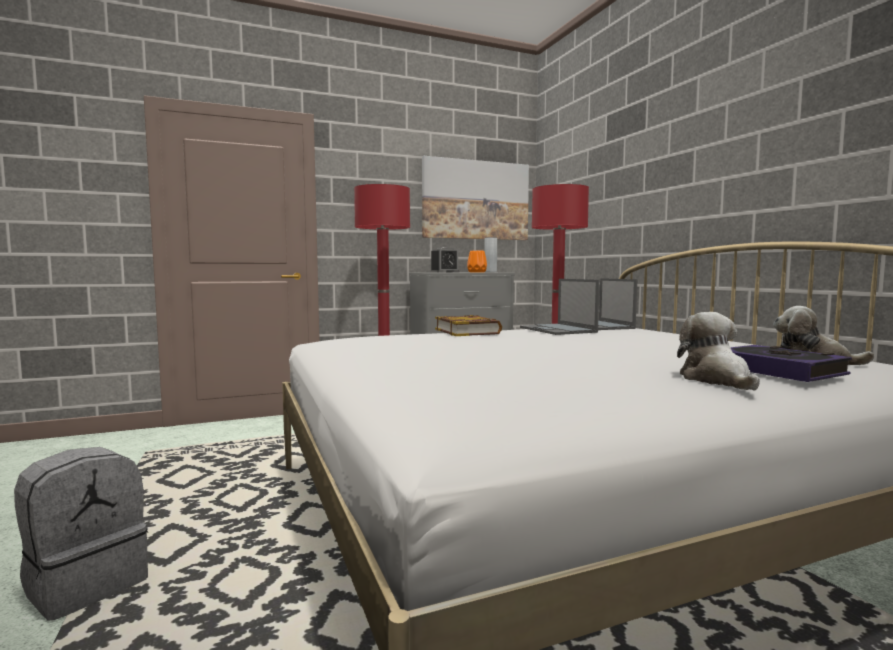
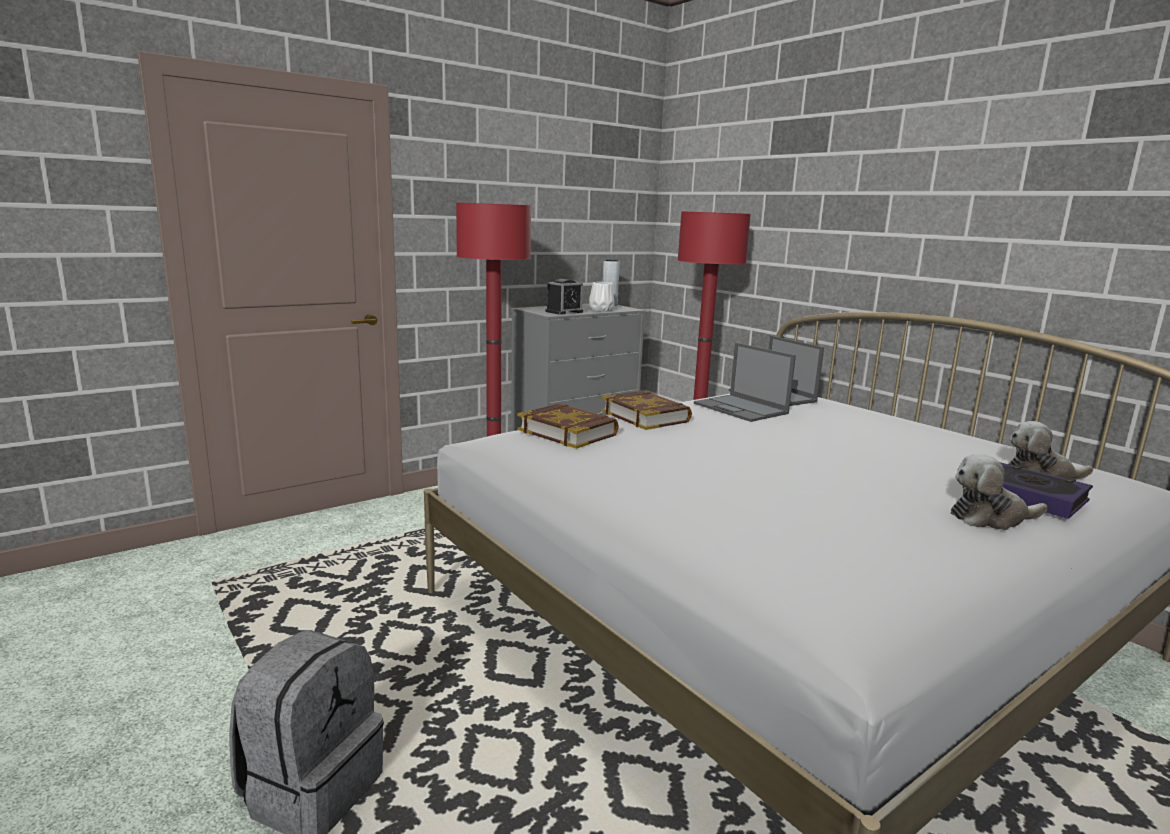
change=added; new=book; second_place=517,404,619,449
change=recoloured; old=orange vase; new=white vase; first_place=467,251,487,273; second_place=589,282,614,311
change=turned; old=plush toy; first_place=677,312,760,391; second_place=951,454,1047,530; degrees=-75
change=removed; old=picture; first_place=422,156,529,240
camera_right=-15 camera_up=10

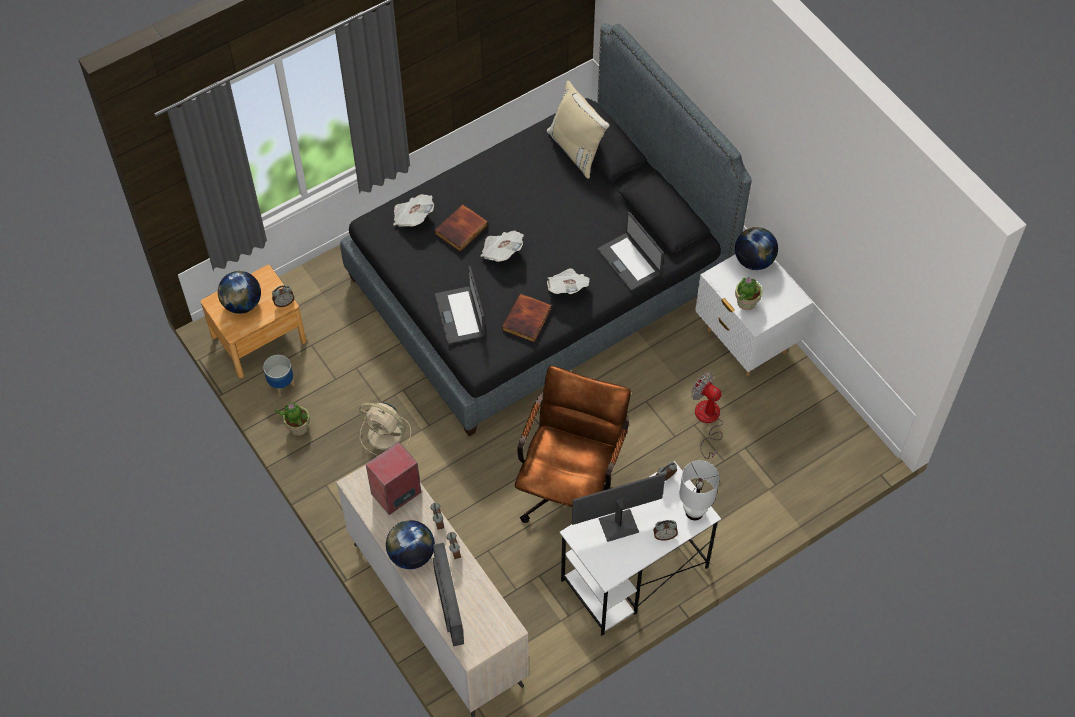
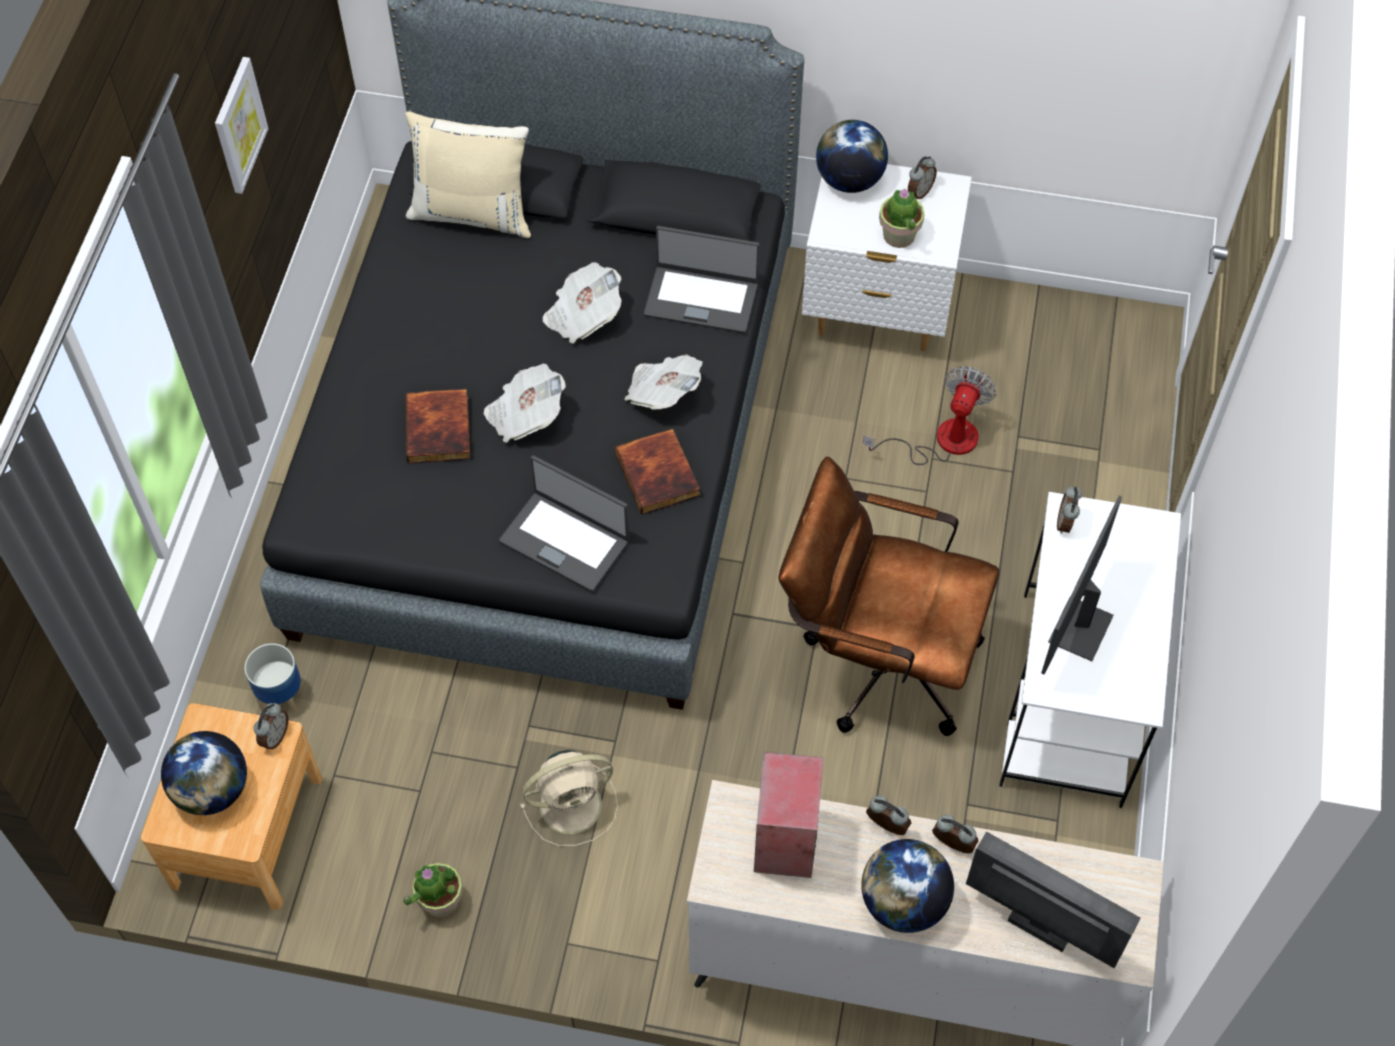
change=added; new=picture; second_place=215,57,268,194
change=moved; old=planter; first_place=263,355,295,397; second_place=244,643,301,713
change=moved; old=newspaper; first_place=393,194,434,227; second_place=543,262,622,344
change=turned; old=brown office chair; first_place=515,366,631,523; second_place=778,457,999,736; degrees=-45
change=turned; old=fan; first_place=691,372,723,459; second_place=863,366,996,465; degrees=120
change=moved; old=alarm clock; first_place=653,520,678,541; second_place=908,156,937,199
change=removed; old=white table lamp; first_place=679,460,719,520
camera_right=-45 camera_up=0

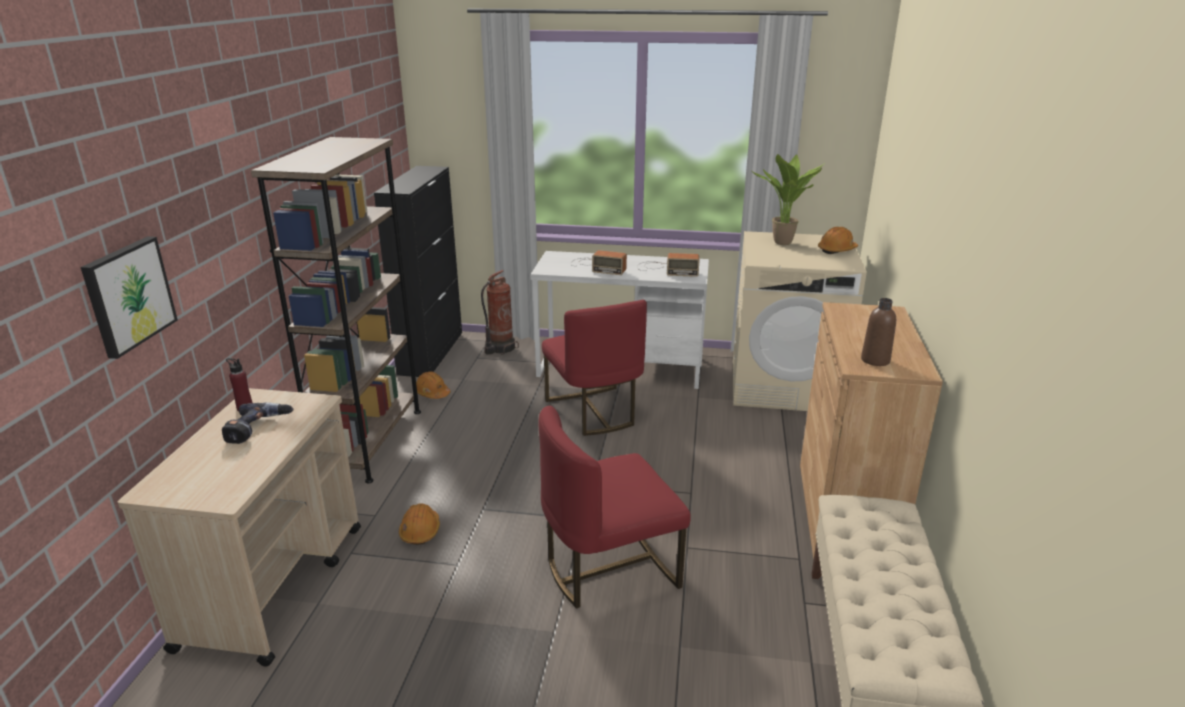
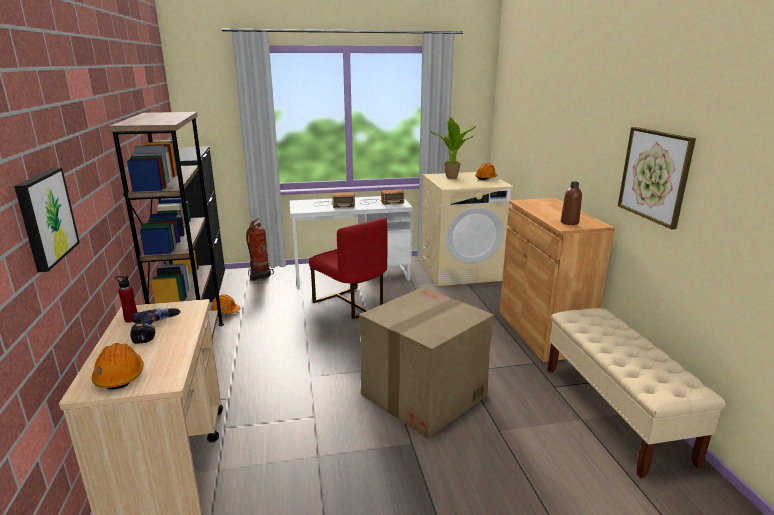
change=moved; old=orange hard hat; first_place=399,503,440,545; second_place=92,343,144,390
change=replaced; old=red chair; new=cardboard box; first_place=539,406,691,609; second_place=359,287,494,438
change=added; new=picture; second_place=618,127,696,229
camera_right=-20 camera_up=-5

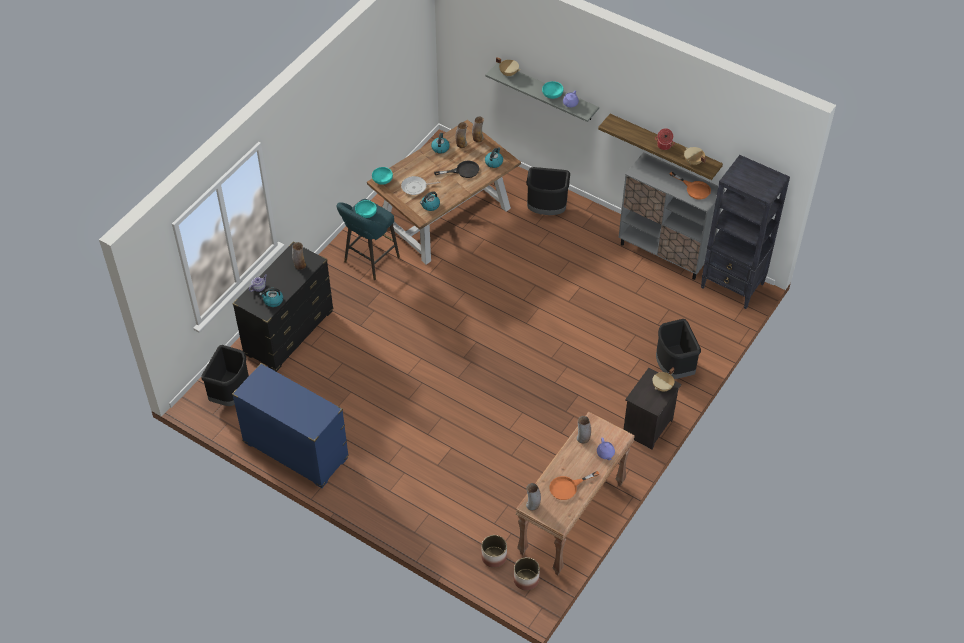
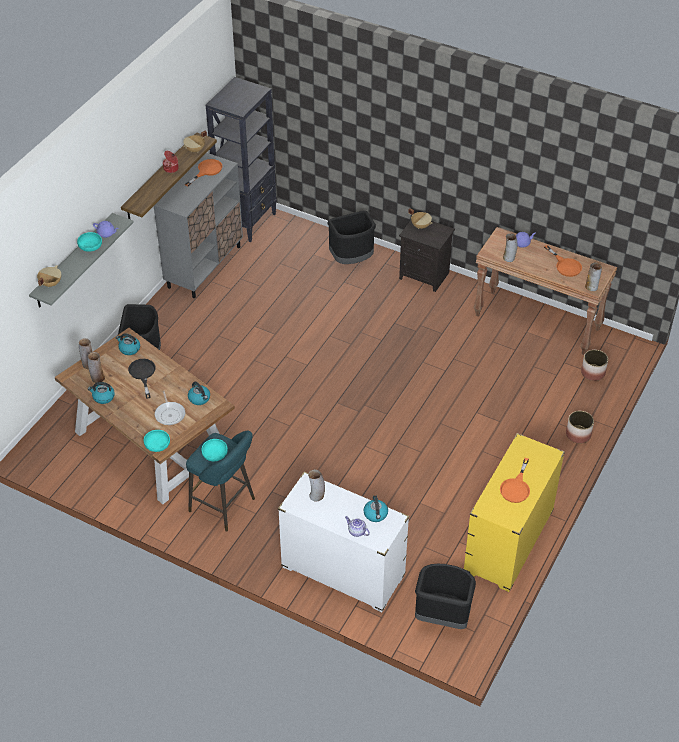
change=recoloured; old=black dresser; new=white dresser; first_place=232,242,334,372; second_place=278,472,409,612
change=recoloured; old=blue dresser; new=yellow dresser; first_place=232,363,349,488; second_place=463,433,565,592
change=added; new=orange frying pan; second_place=500,458,530,503
change=moved; old=planter; first_place=513,557,540,590; second_place=566,411,594,444
camera_right=-95 camera_up=-5

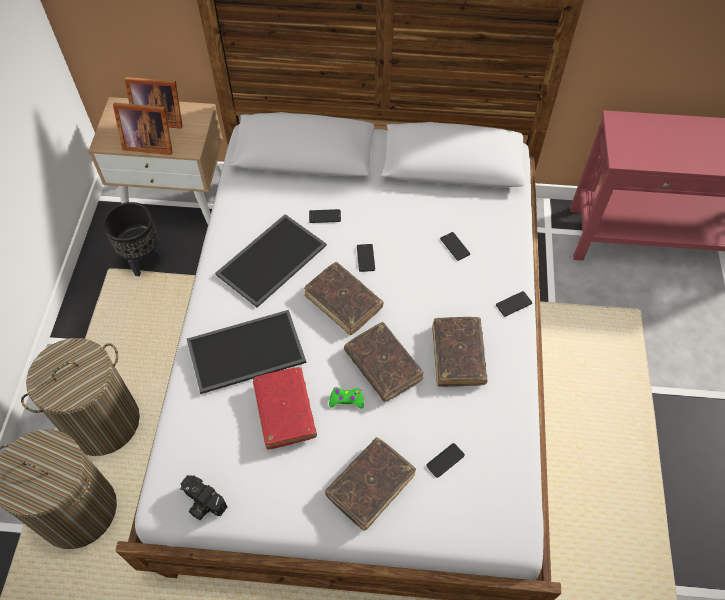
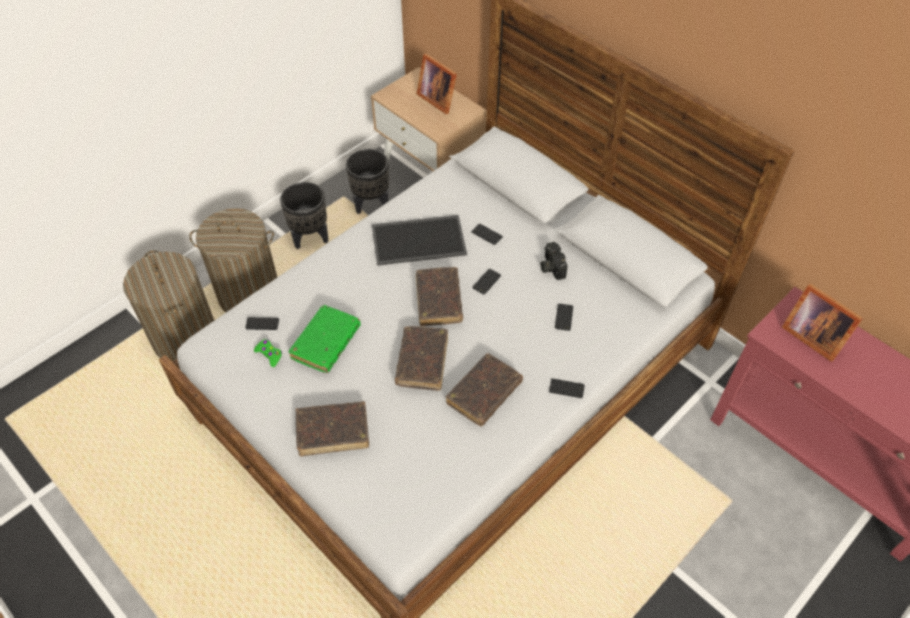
change=moved; old=phone; first_place=426,443,465,478; second_place=245,317,279,330
change=moved; old=green game controller; first_place=329,387,364,409; second_place=254,339,282,367
change=added; new=black planter; second_place=280,182,329,249
change=recoloured; old=red book; new=green book; first_place=253,367,317,450; second_place=289,305,361,373
change=moved; old=photo camera; first_place=180,475,227,520; second_place=540,242,568,280
change=moved; old=picture frame; first_place=113,103,173,155; second_place=782,283,863,362
change=removed; old=tray; first_place=187,310,306,394
camera_right=40 camera_up=-5

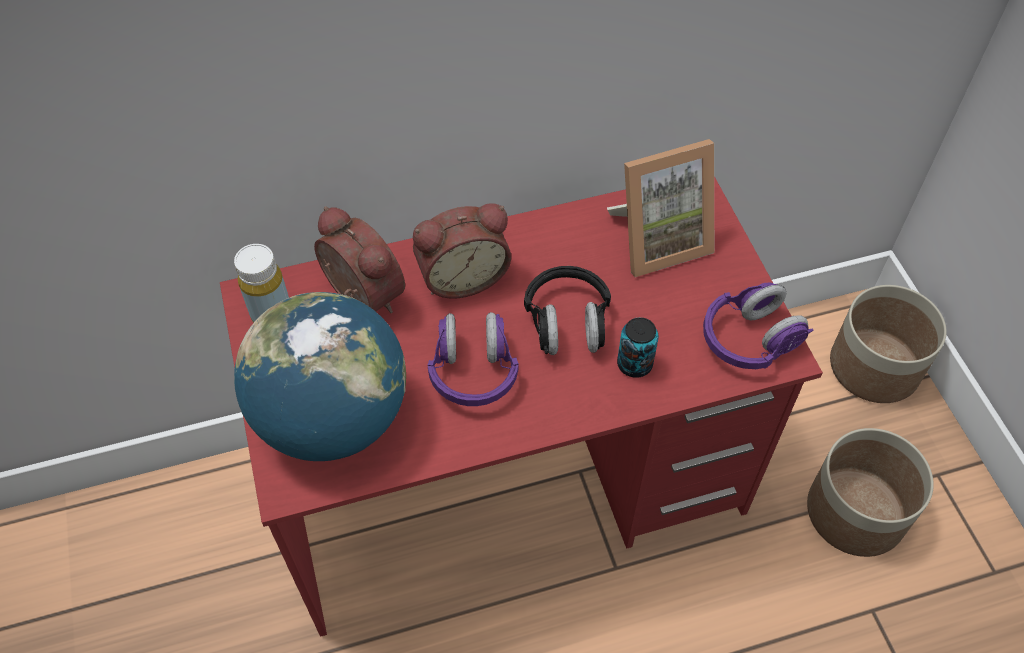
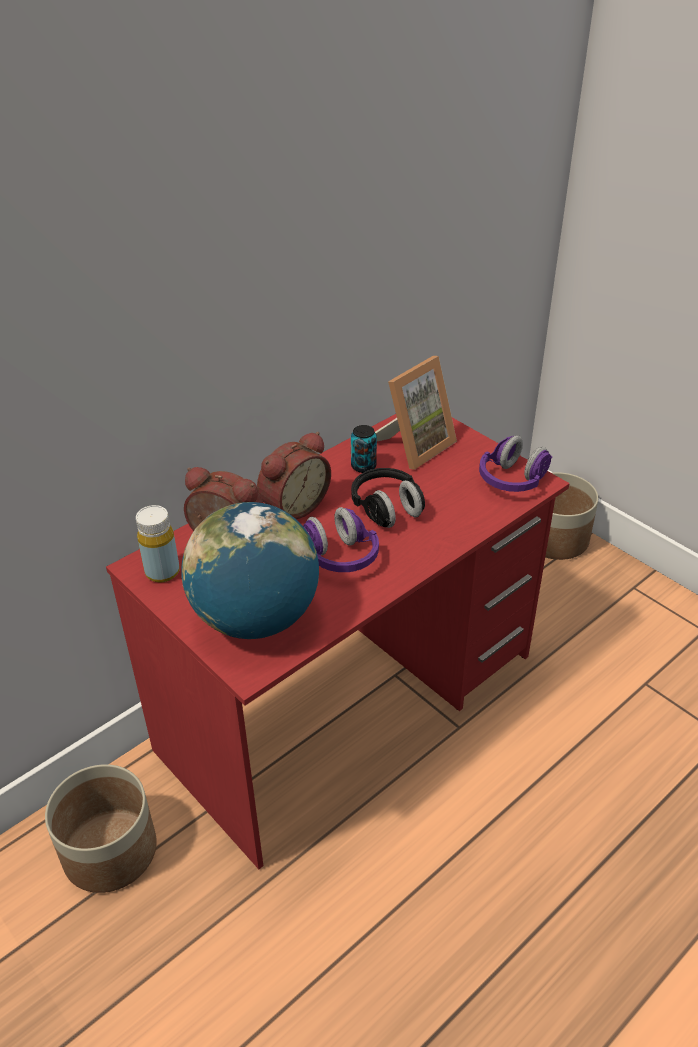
change=moved; old=planter; first_place=807,428,934,557; second_place=45,764,157,893
change=moved; old=can; first_place=617,317,659,378; second_place=351,425,377,473
camera_right=-25 camera_up=-15

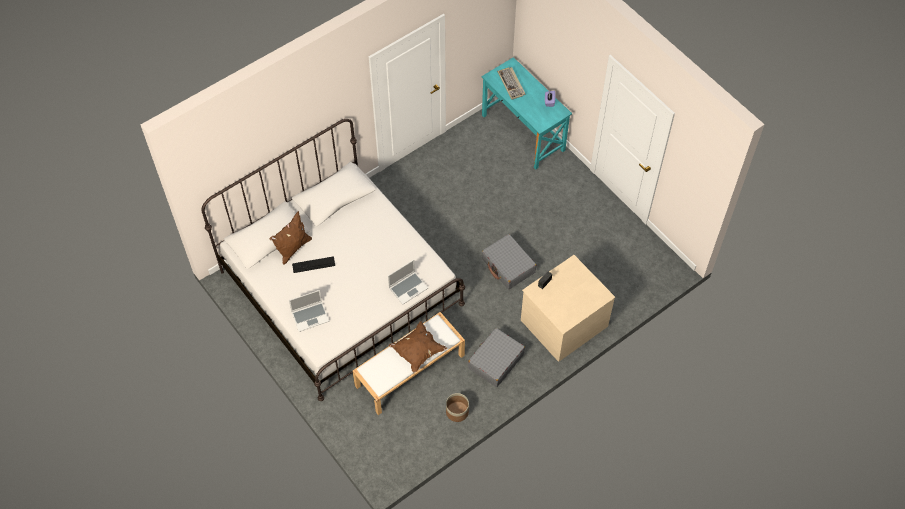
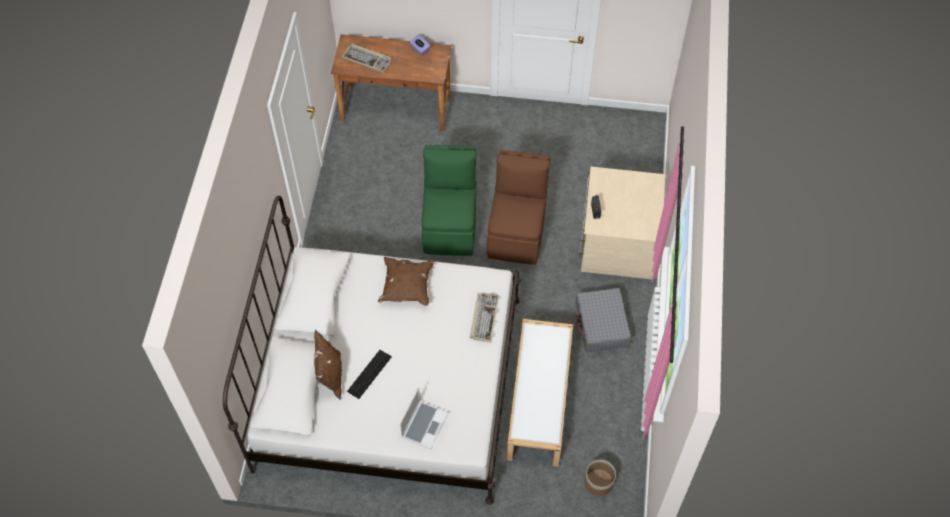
change=recoloured; old=turquoise desk; new=brown desk; first_place=482,57,572,169; second_place=331,34,451,131
change=moved; old=brown pillow; first_place=389,321,447,372; second_place=378,257,435,306
change=added; new=green chair; second_place=421,145,477,256
change=replaced; old=laptop; new=keyboard; first_place=388,260,428,305; second_place=470,292,499,342
change=replaced; old=grey suitcase; new=brown chair; first_place=482,234,537,290; second_place=487,150,550,265
change=moved; old=planter; first_place=446,393,469,422; second_place=584,460,616,496
camera_right=-45 camera_up=0

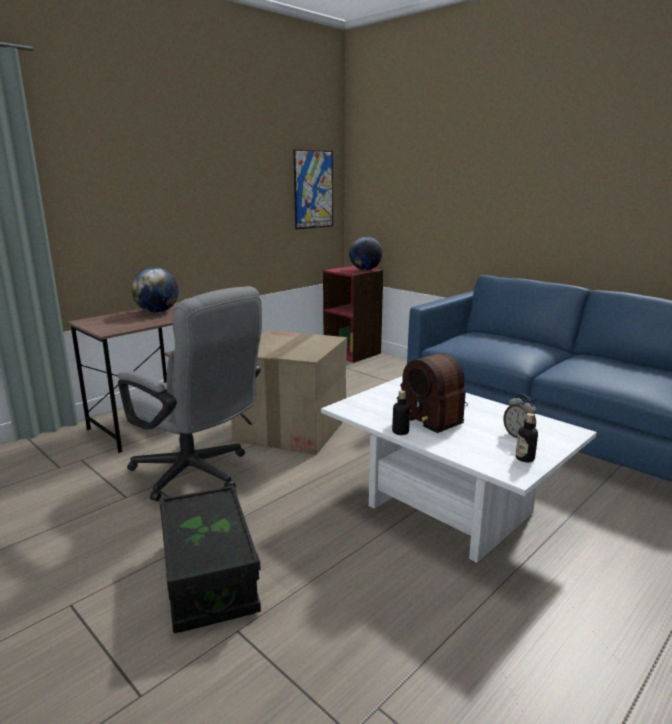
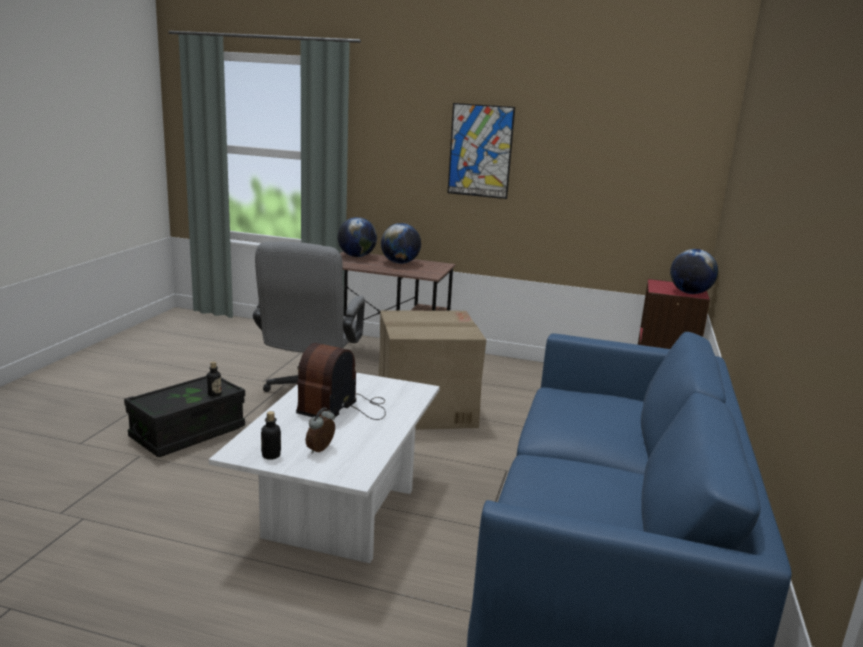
change=moved; old=bottle; first_place=392,390,410,435; second_place=207,362,222,396
change=added; new=globe; second_place=338,217,377,257
change=moved; old=picture; first_place=294,150,333,229; second_place=447,103,515,199
camera_right=60 camera_up=0

